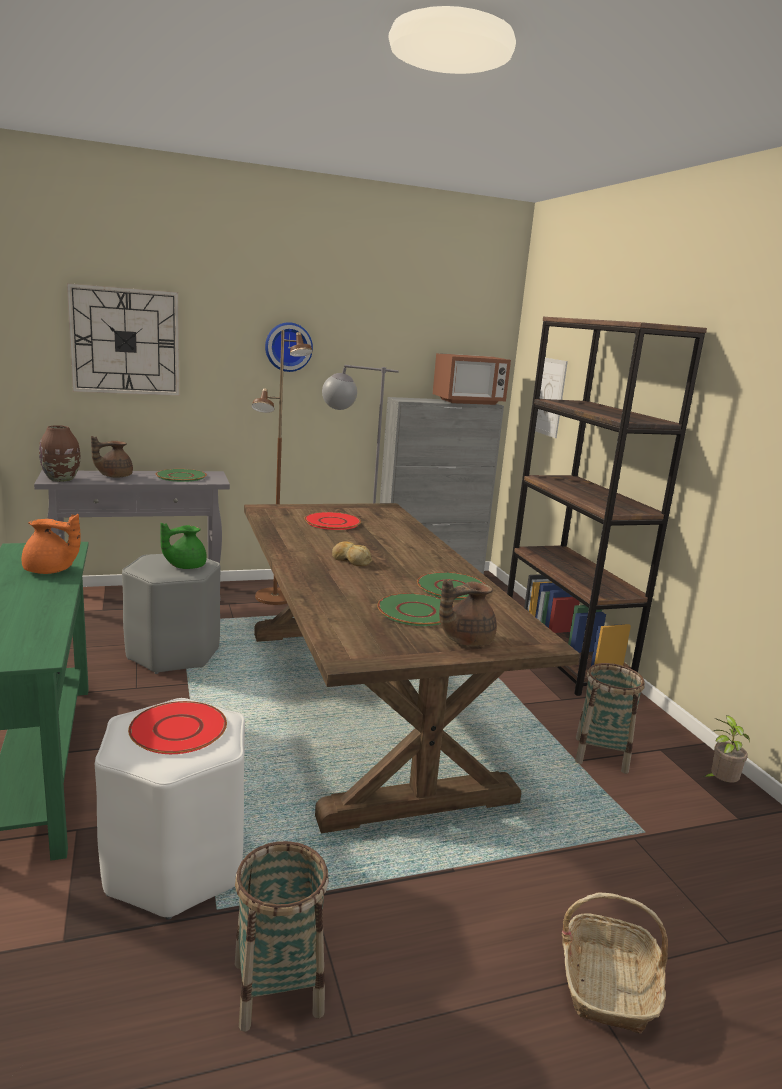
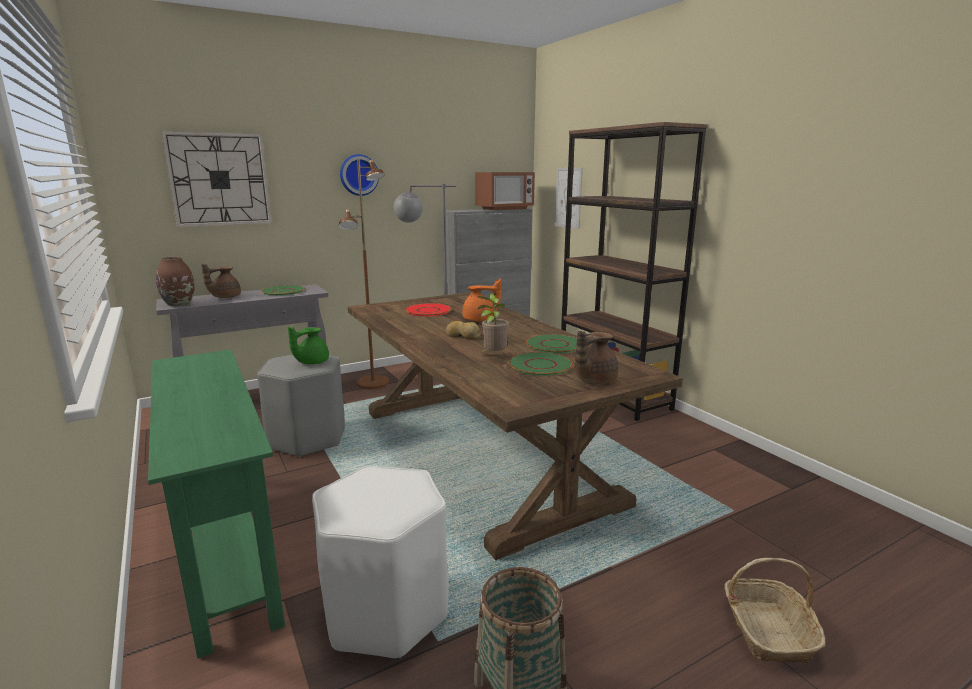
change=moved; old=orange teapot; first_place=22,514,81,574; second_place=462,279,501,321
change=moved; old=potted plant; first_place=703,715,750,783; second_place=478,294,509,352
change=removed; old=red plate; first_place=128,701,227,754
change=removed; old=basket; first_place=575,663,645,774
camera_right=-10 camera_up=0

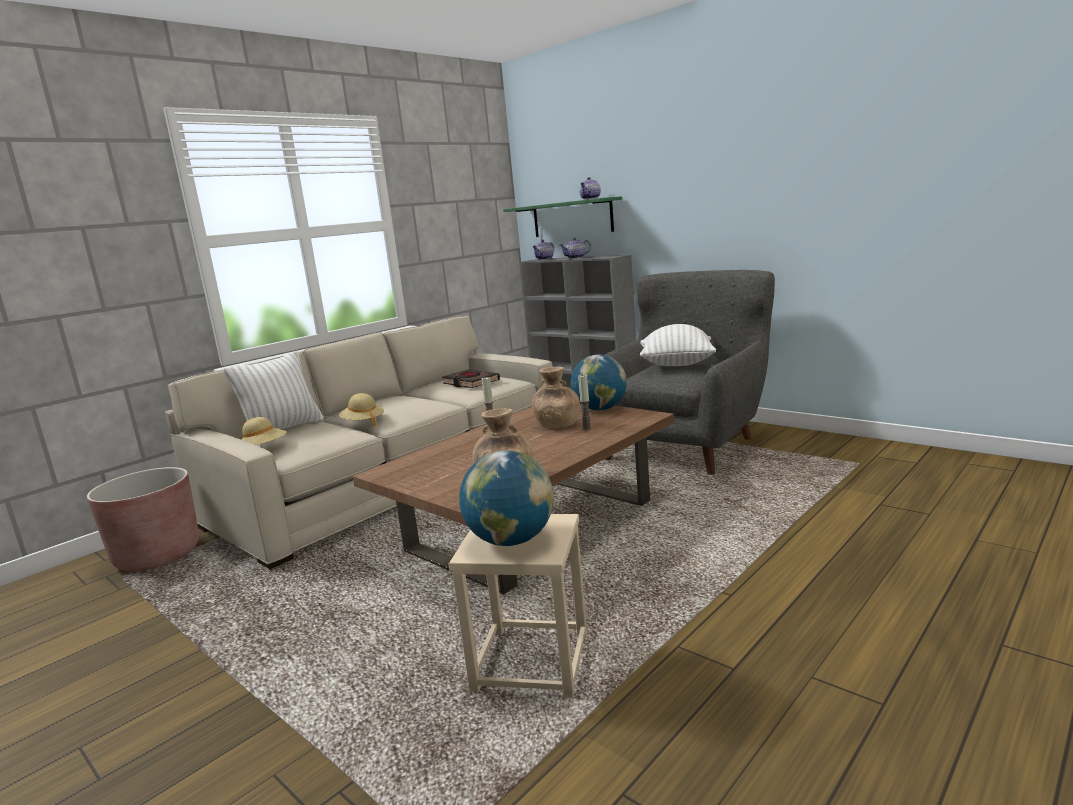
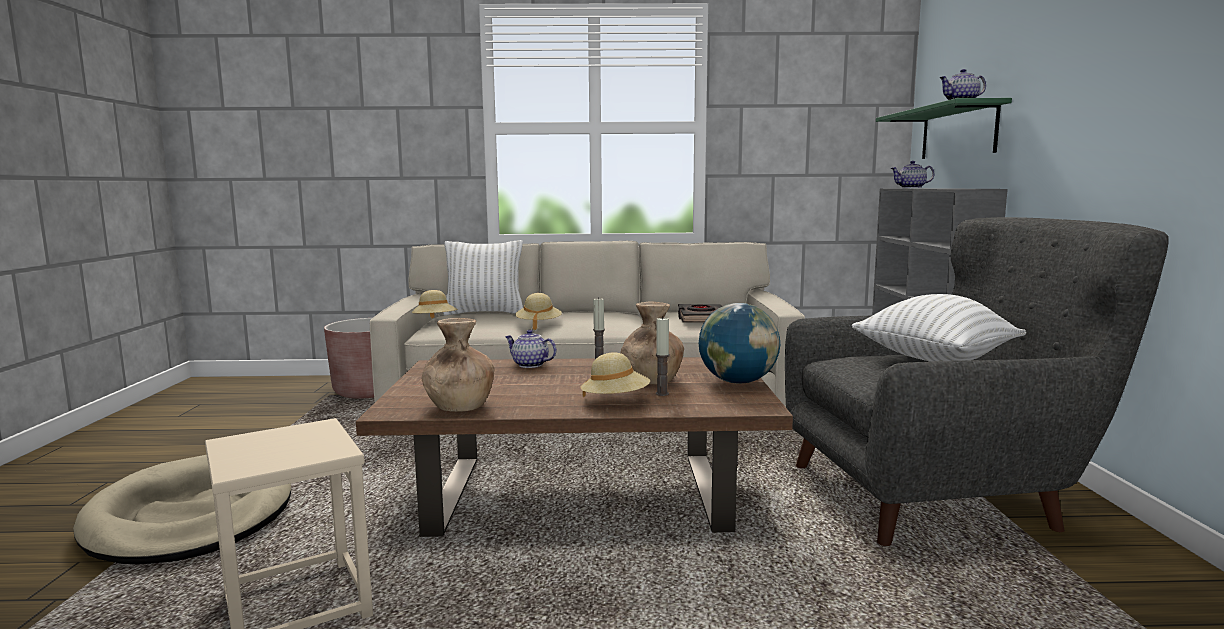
change=added; new=beige dog bed; second_place=73,455,291,565
change=moved; old=teapot; first_place=559,238,591,259; second_place=505,329,556,368
change=added; new=beige hat; second_place=580,352,650,398
change=removed; old=globe; first_place=459,450,554,546
camera_right=45 camera_up=-5

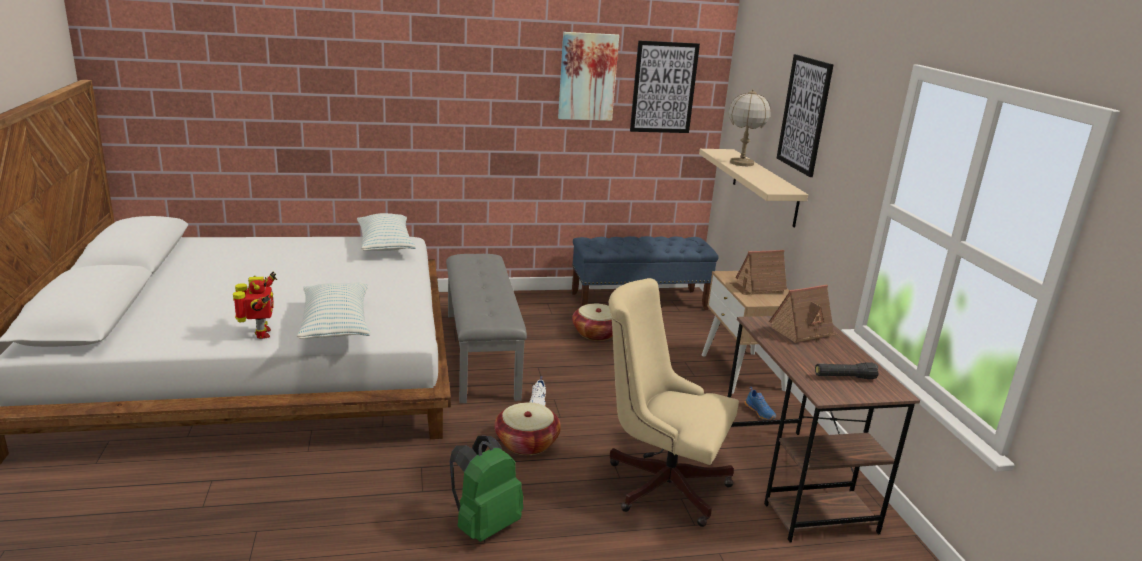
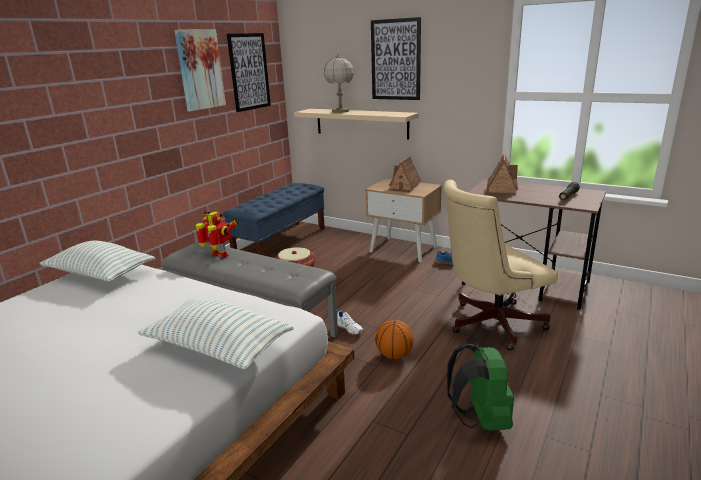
change=moved; old=toy robot; first_place=233,272,277,339; second_place=196,211,238,258
change=replaced; old=basket; new=basketball; first_place=494,402,561,455; second_place=375,320,414,359
camera_right=-45 camera_up=0

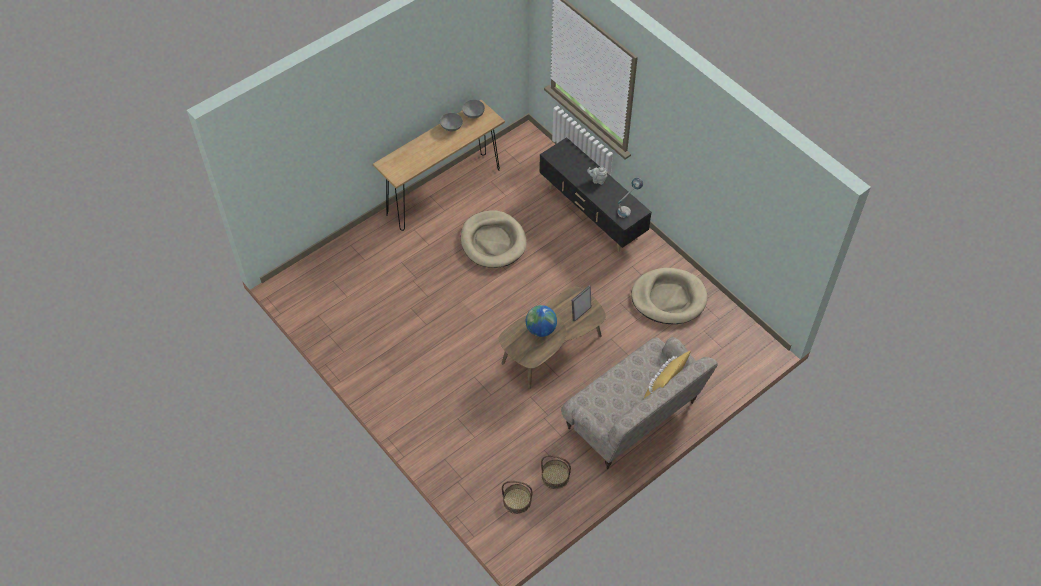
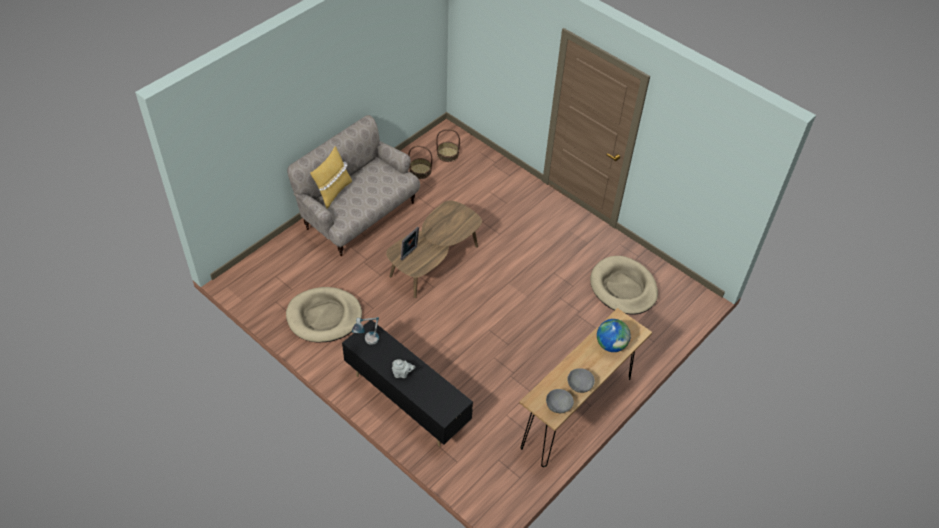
change=moved; old=beige dog bed; first_place=461,210,527,268; second_place=590,256,658,315
change=moved; old=globe; first_place=526,305,557,337; second_place=597,319,631,352
camera_right=170 camera_up=-5

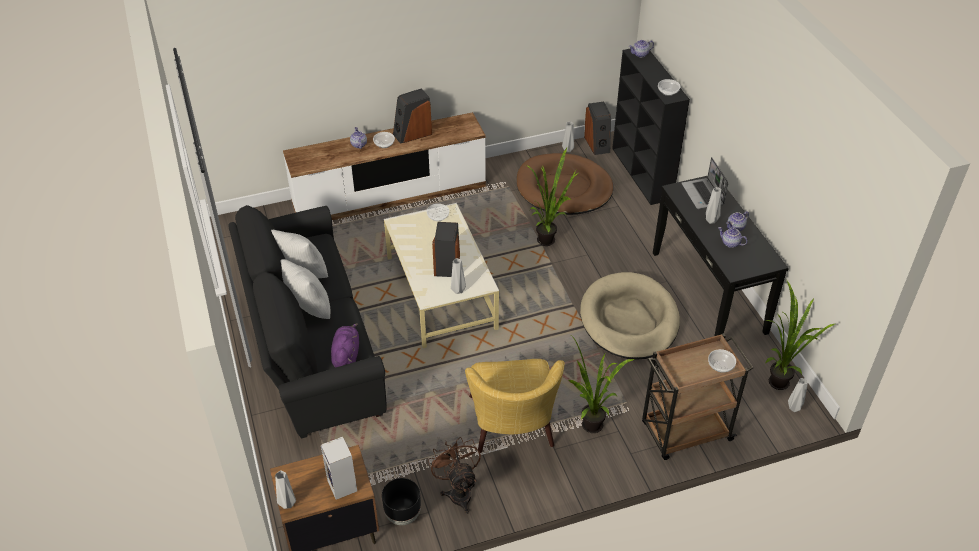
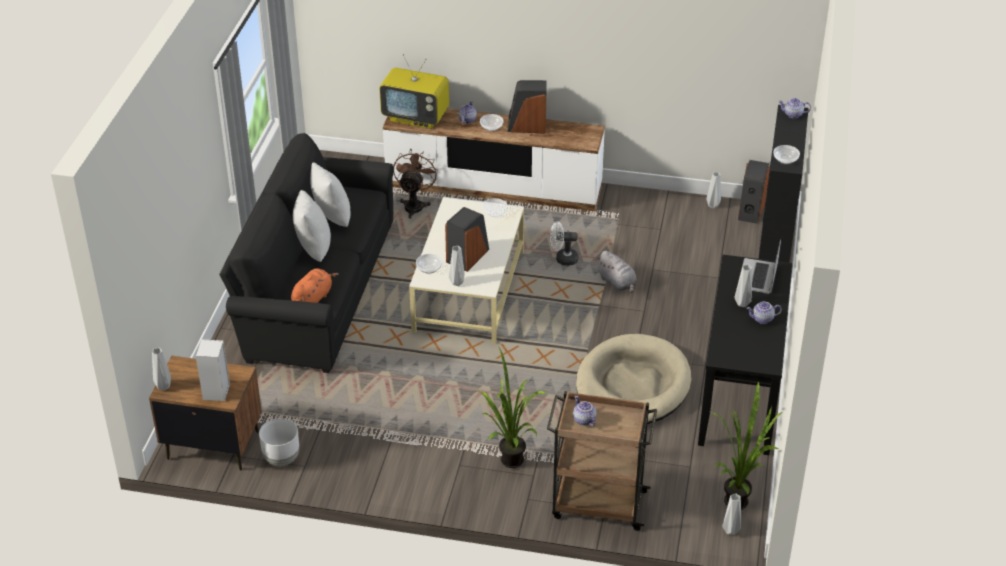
change=recoloured; old=black planter; new=white planter; first_place=382,478,421,525; second_place=259,418,299,466
change=recoloured; old=purple plush toy; new=orange plush toy; first_place=331,323,359,368; second_place=291,269,339,303
change=added; new=television; second_place=379,54,449,129
change=moved; old=brown fan; first_place=428,438,481,514; second_place=393,149,438,219
change=moved; old=bowl; first_place=708,349,736,373; second_place=416,254,442,274
change=added; new=white fan; second_place=550,222,578,266
change=moved; old=teapot; first_place=718,227,748,248; second_place=573,396,597,427
change=replaced; old=potted plant; new=grey plush toy; first_place=526,148,578,246; second_place=596,251,637,293
change=removed; old=yellow armchair; first_place=465,359,565,453
change=removed; old=brown dog bed; first_place=517,153,613,215
camera_right=30 camera_up=-5

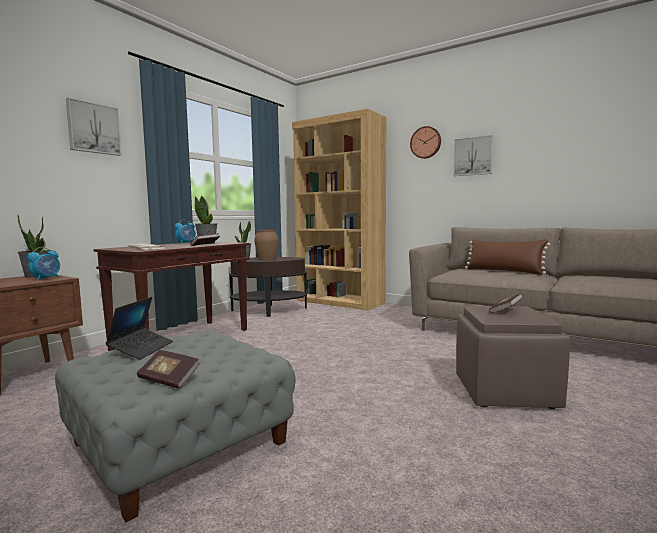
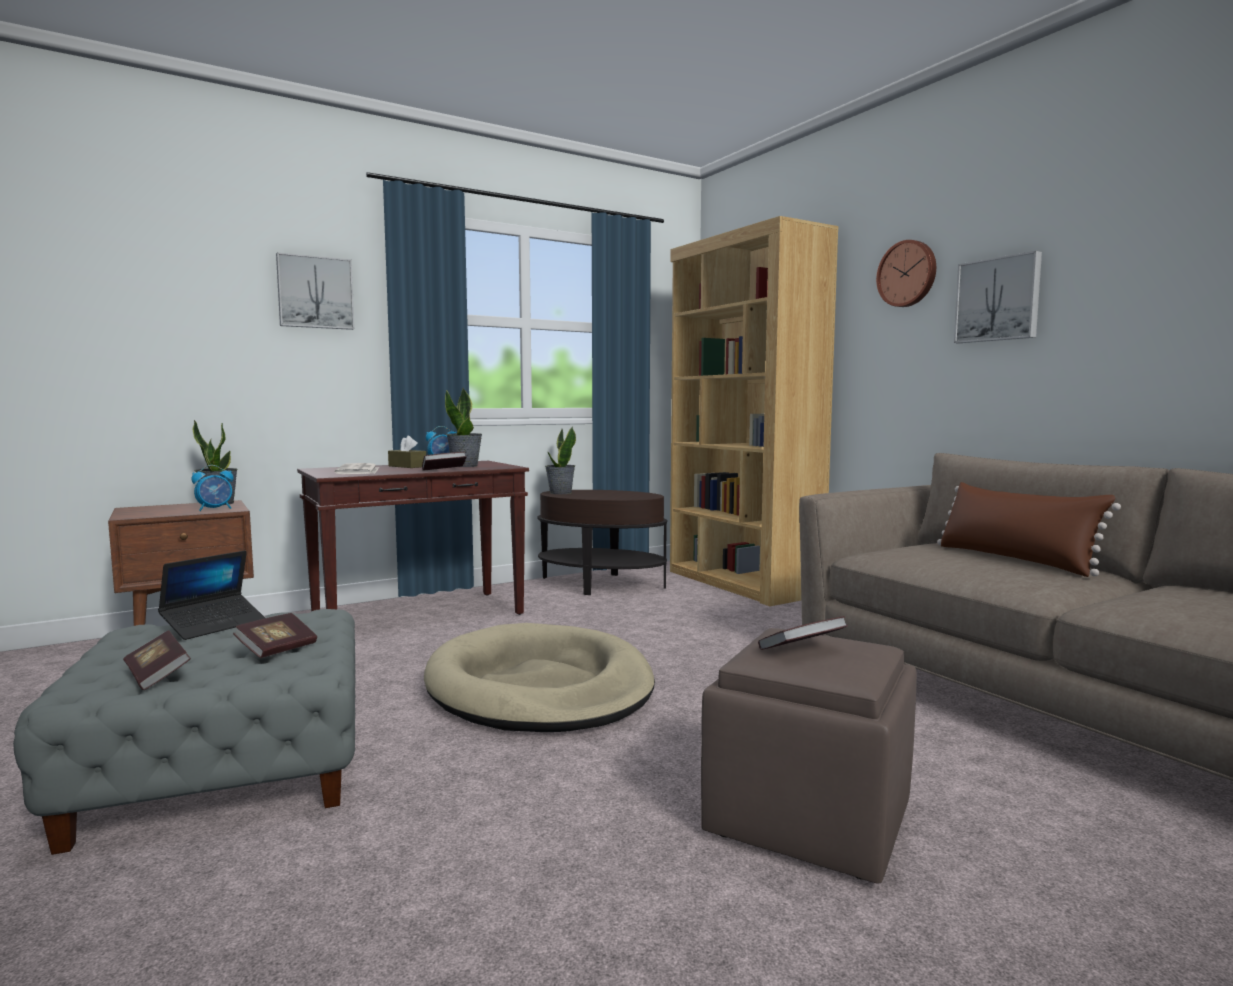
change=added; new=book; second_place=233,613,317,658
change=added; new=brown tissue box; second_place=388,435,426,468
change=added; new=beige dog bed; second_place=424,623,655,732
change=removed; old=brown vase; first_place=255,230,279,261
camera_right=25 camera_up=0

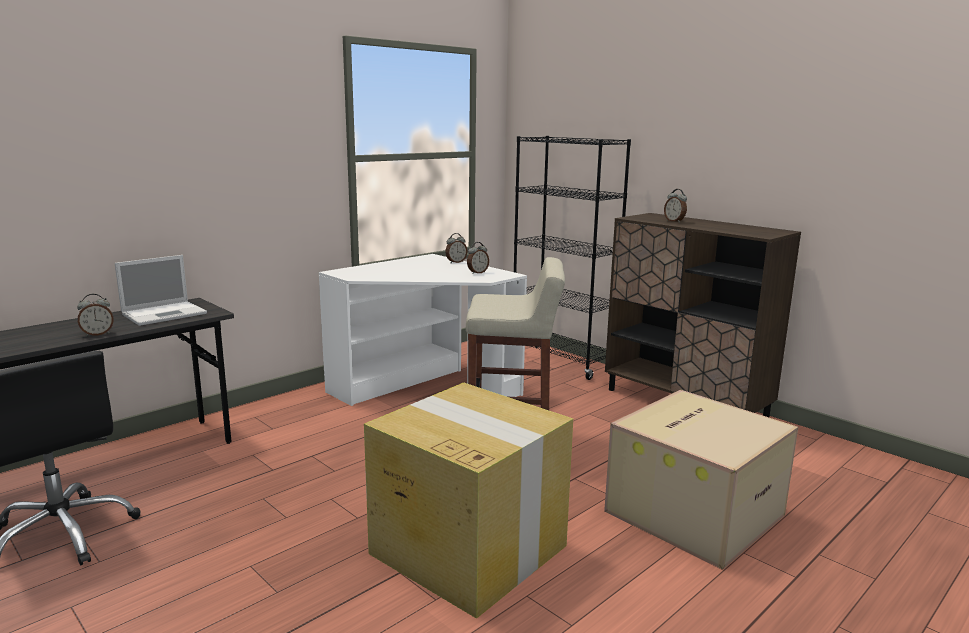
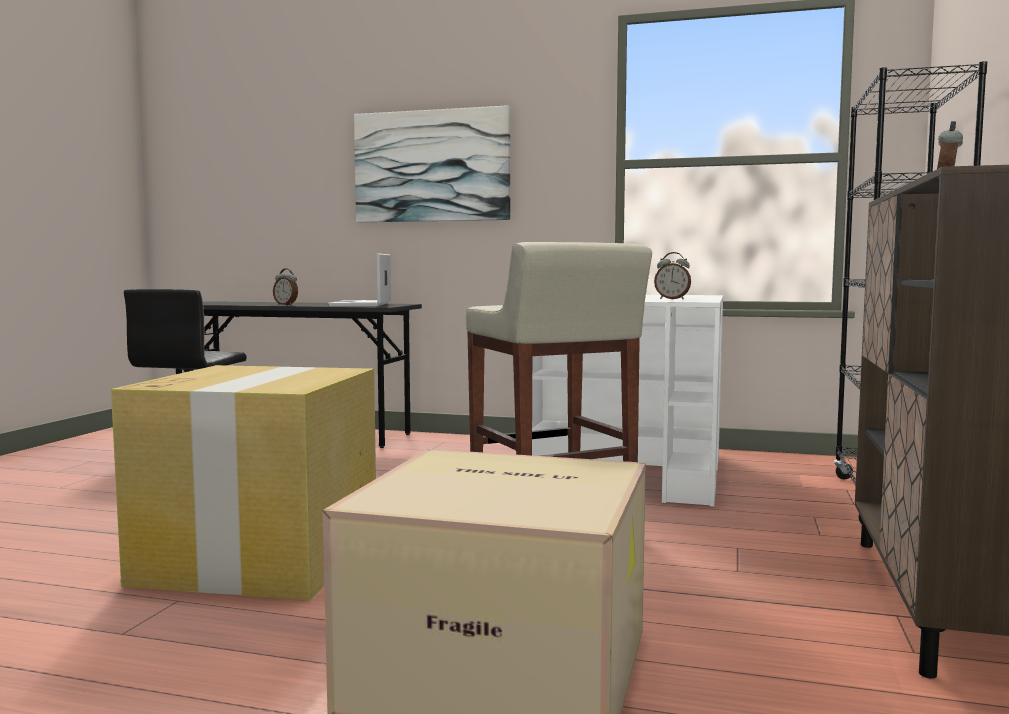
change=turned; old=laptop; first_place=115,255,207,326; second_place=328,253,391,306; degrees=75
change=added; new=picture; second_place=354,105,510,222
change=removed; old=alarm clock; first_place=445,233,468,263
camera_right=60 camera_up=-10

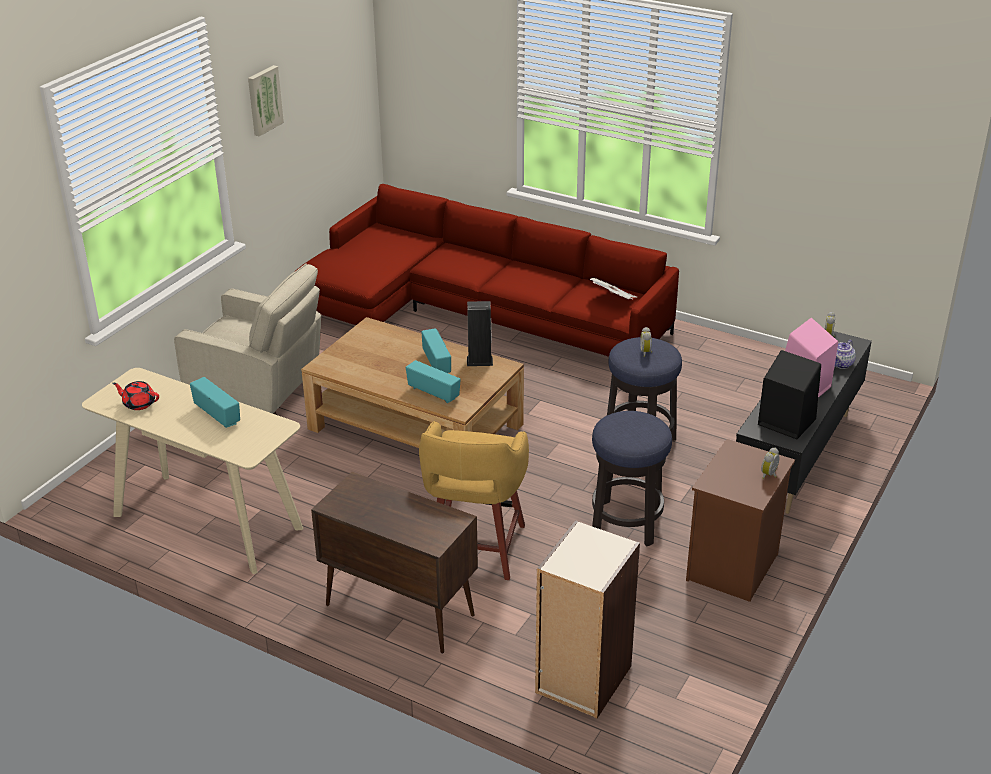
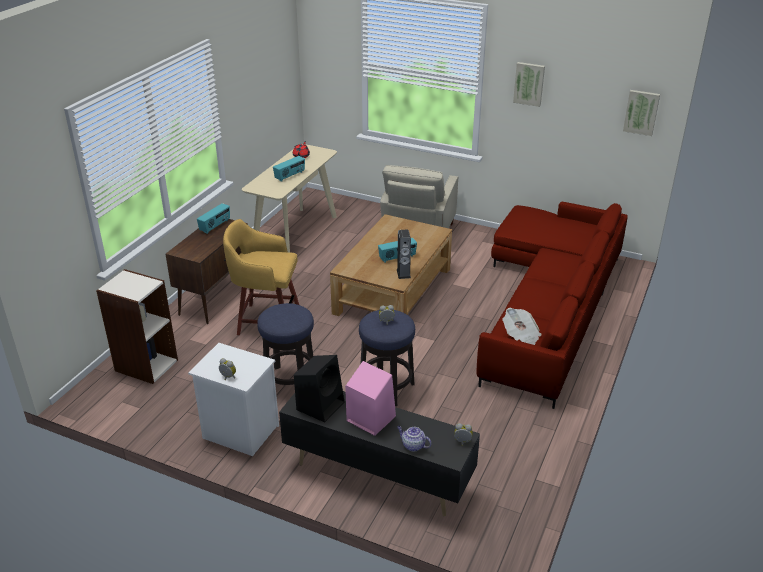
change=recoloured; old=brown nightstand; new=white nightstand; first_place=686,439,795,602; second_place=188,343,279,456
change=moved; old=radio; first_place=406,360,461,403; second_place=197,203,230,234
change=added; new=picture; second_place=623,90,660,136
camera_right=85 camera_up=0

